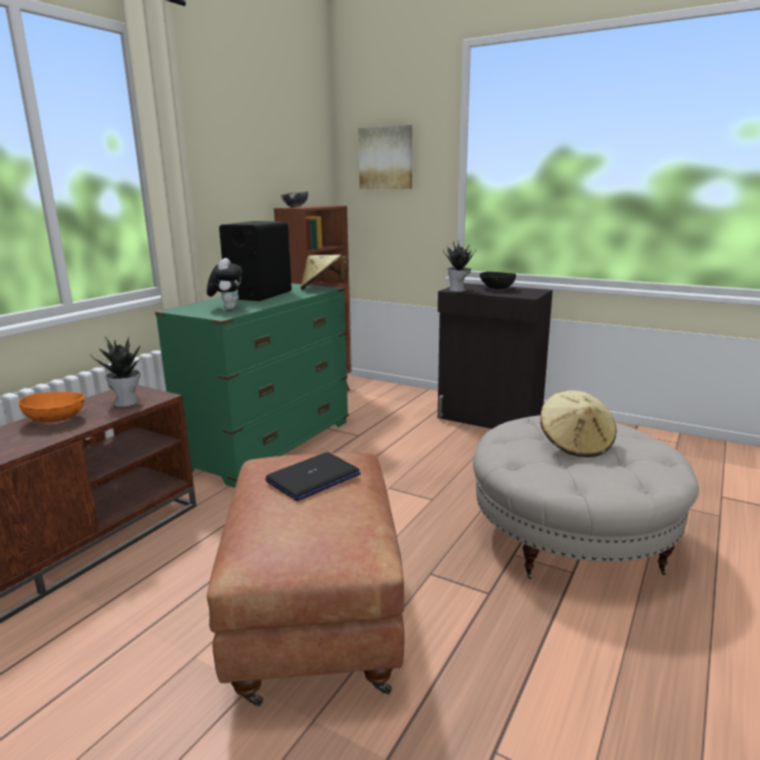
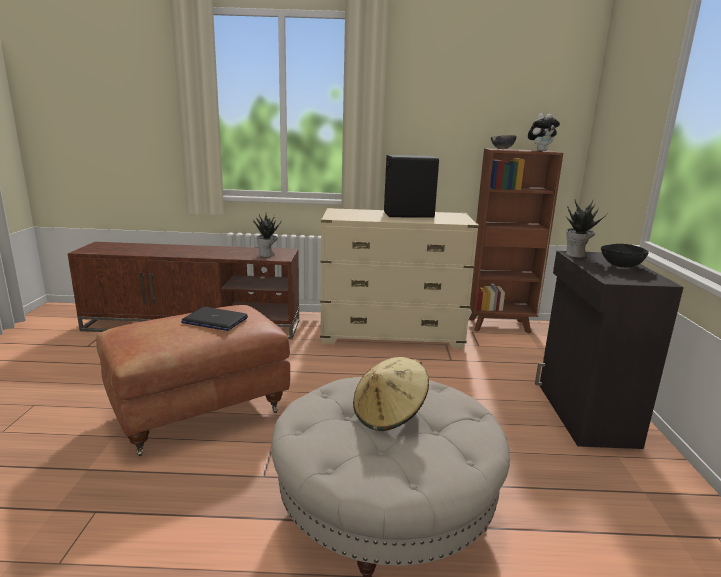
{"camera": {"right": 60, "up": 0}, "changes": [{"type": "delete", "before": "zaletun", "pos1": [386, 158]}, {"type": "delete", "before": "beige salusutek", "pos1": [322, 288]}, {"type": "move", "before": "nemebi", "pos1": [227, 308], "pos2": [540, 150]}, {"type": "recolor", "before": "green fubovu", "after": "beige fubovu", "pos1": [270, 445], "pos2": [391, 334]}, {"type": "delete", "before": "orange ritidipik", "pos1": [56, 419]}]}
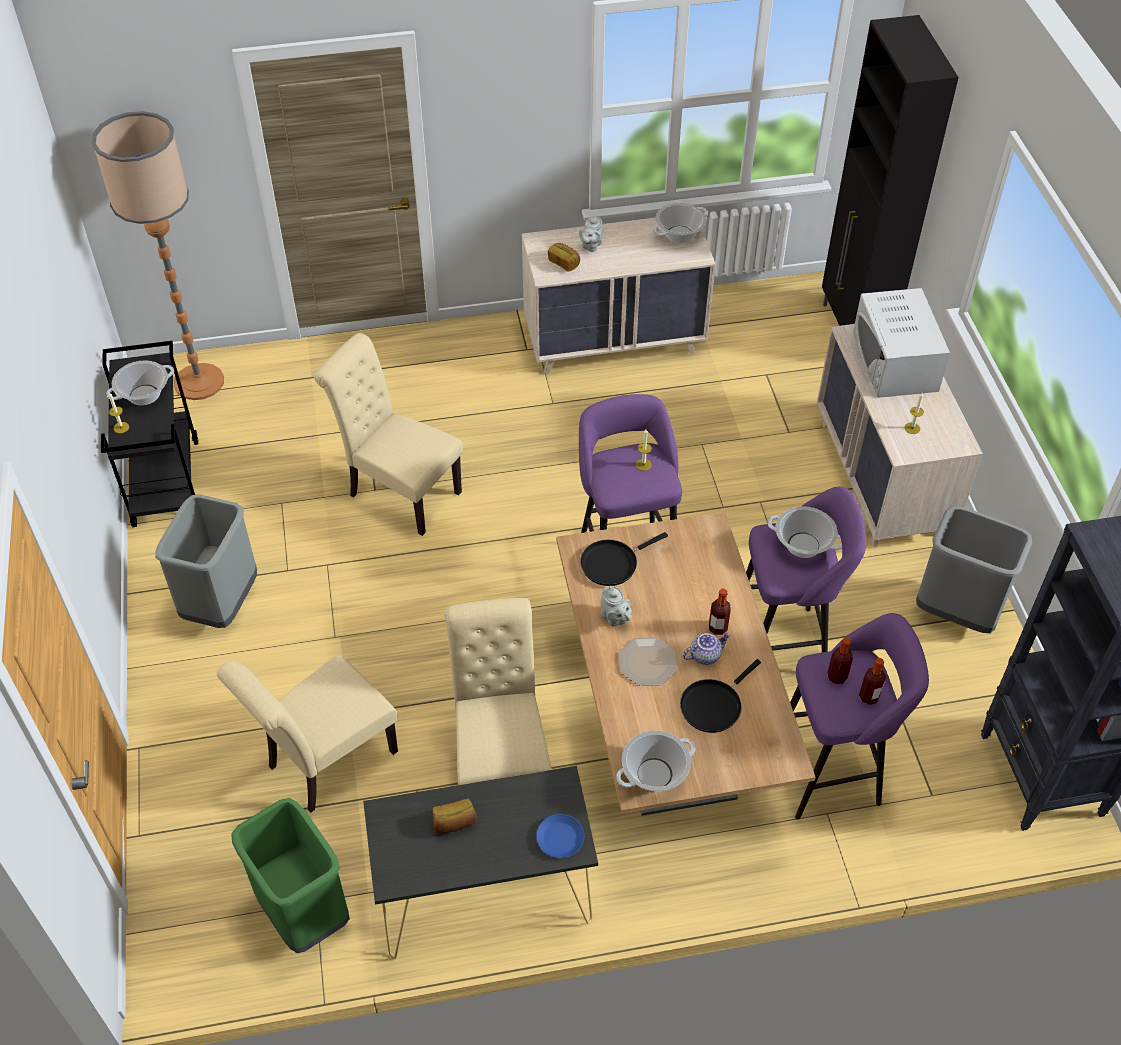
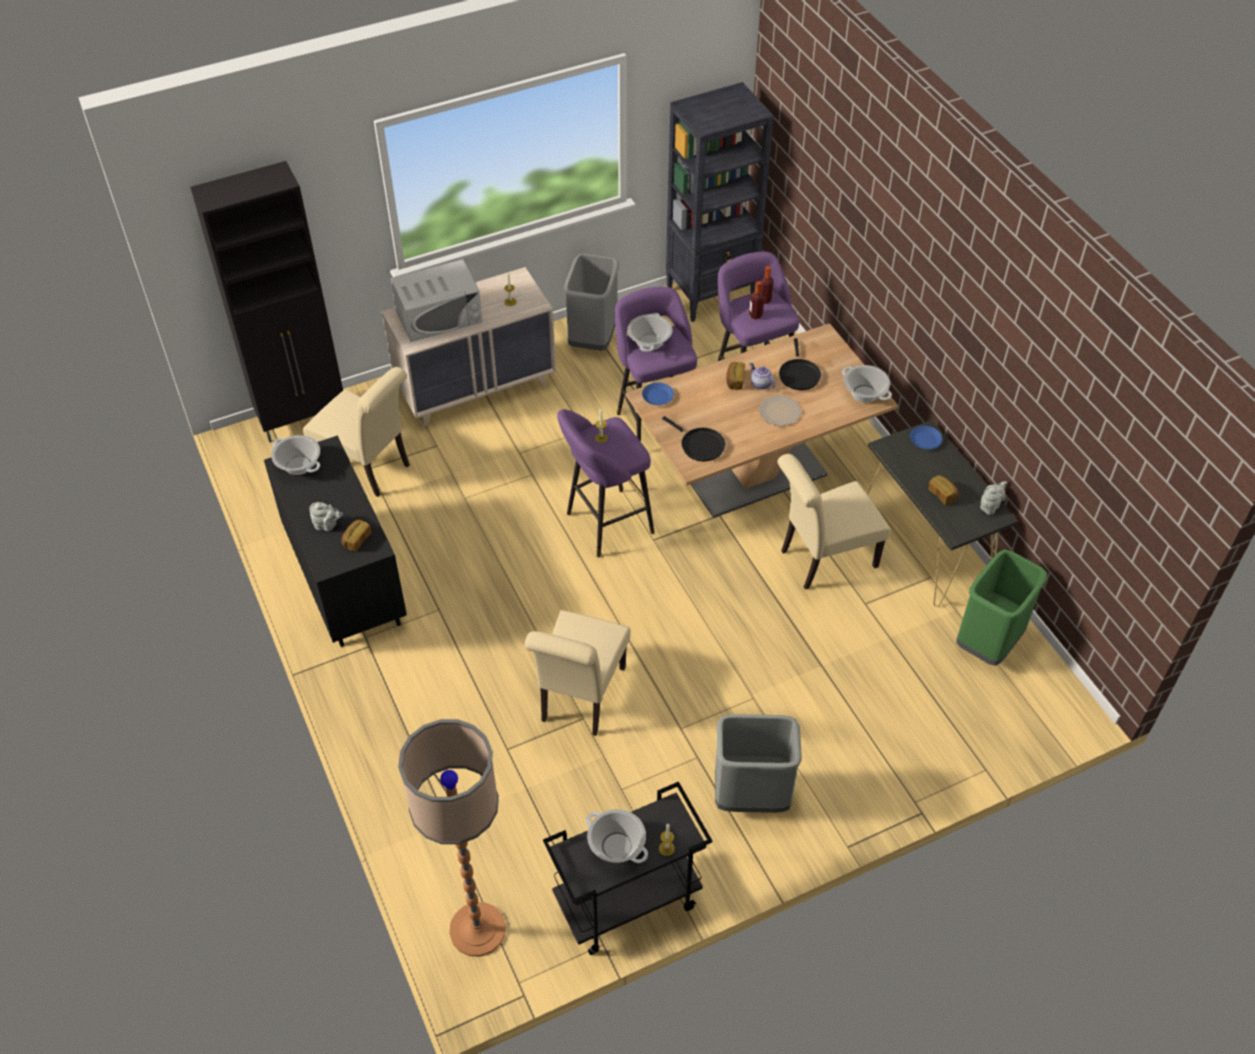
{"camera": {"right": -105, "up": 0}, "changes": [{"type": "recolor", "before": "beige fubovu", "after": "black fubovu", "pos1": [614, 341], "pos2": [345, 580]}, {"type": "move", "before": "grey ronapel", "pos1": [615, 618], "pos2": [990, 506]}, {"type": "replace", "before": "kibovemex", "after": "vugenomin", "pos1": [718, 628], "pos2": [734, 381]}, {"type": "move", "before": "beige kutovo", "pos1": [325, 762], "pos2": [369, 468]}, {"type": "rotate", "before": "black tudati", "pos1": [713, 705], "pos2": [799, 374], "turn": 60}, {"type": "insert", "after": "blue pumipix", "pos2": [658, 397]}]}
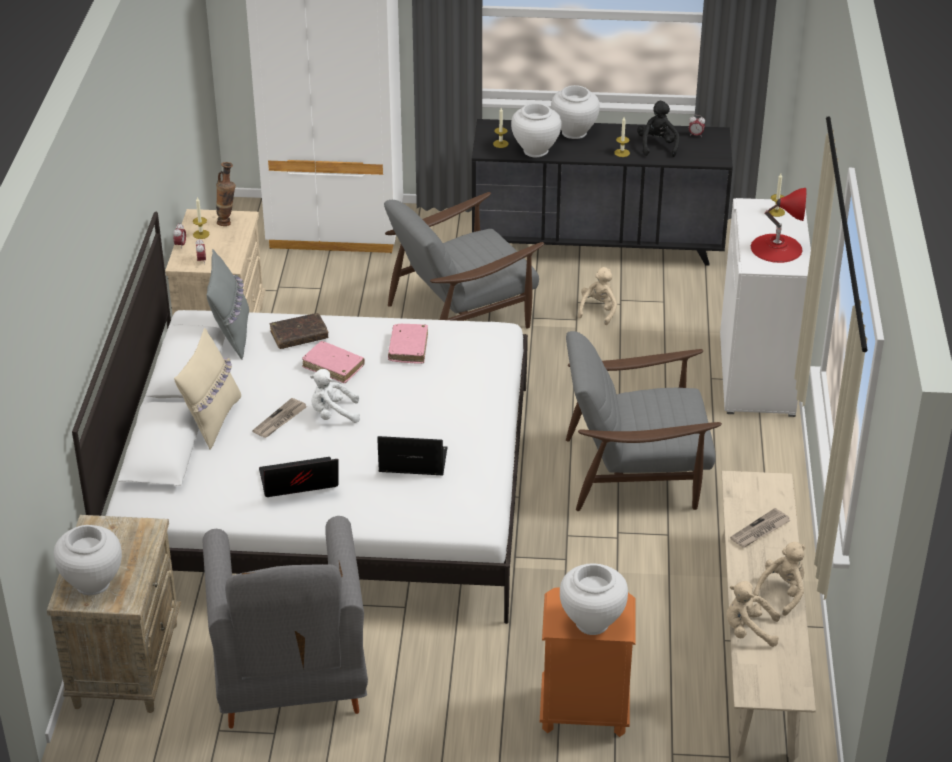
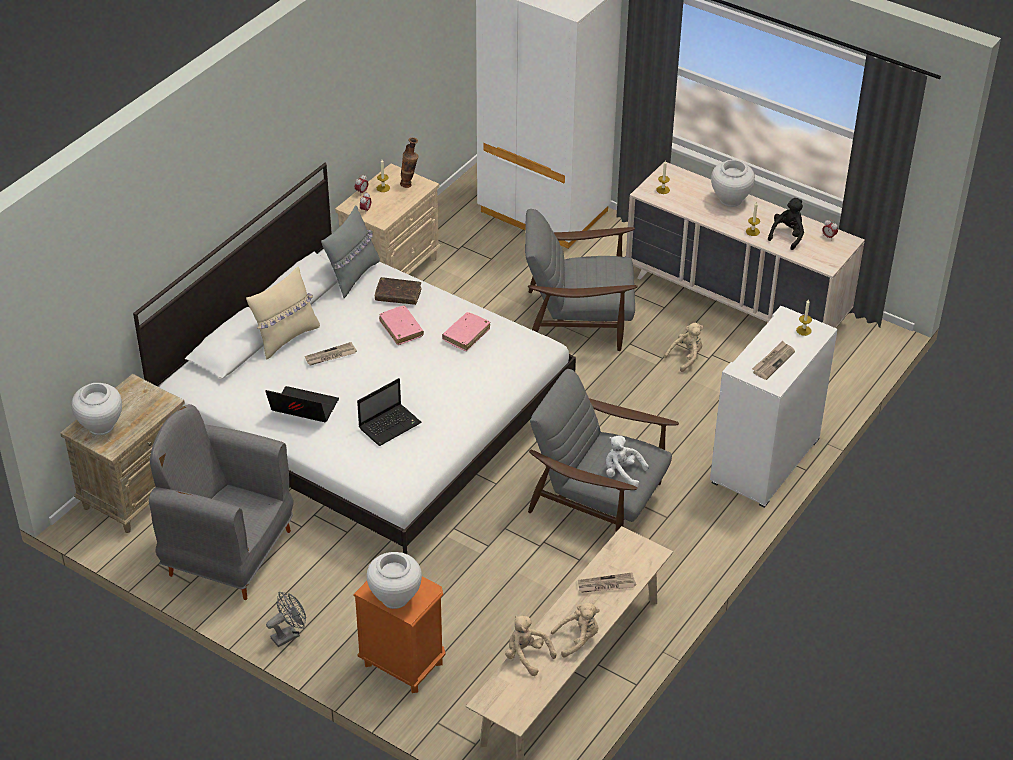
{"camera": {"right": 30, "up": 5}, "changes": [{"type": "delete", "before": "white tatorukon", "pos1": [535, 151]}, {"type": "recolor", "before": "black fubovu", "after": "beige fubovu", "pos1": [598, 243], "pos2": [736, 299]}, {"type": "replace", "before": "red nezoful", "after": "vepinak", "pos1": [776, 248], "pos2": [773, 361]}, {"type": "move", "before": "white nemebi", "pos1": [333, 414], "pos2": [622, 473]}, {"type": "rotate", "before": "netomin", "pos1": [411, 462], "pos2": [390, 425], "turn": 105}, {"type": "rotate", "before": "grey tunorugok", "pos1": [290, 683], "pos2": [228, 552], "turn": 90}, {"type": "insert", "after": "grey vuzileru", "pos2": [289, 635]}]}
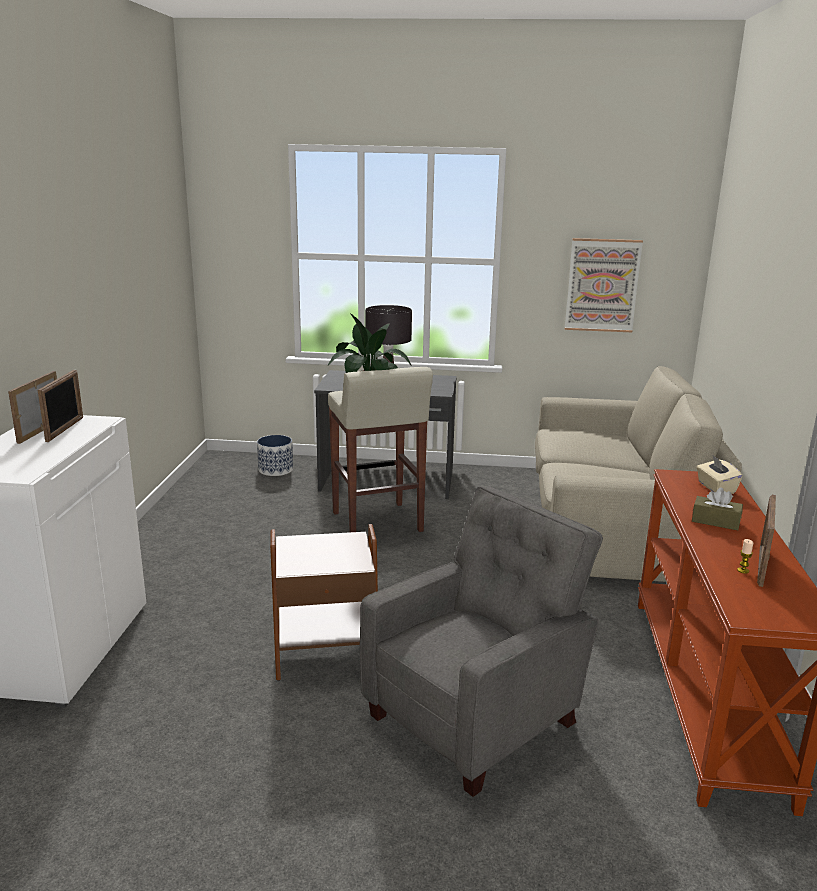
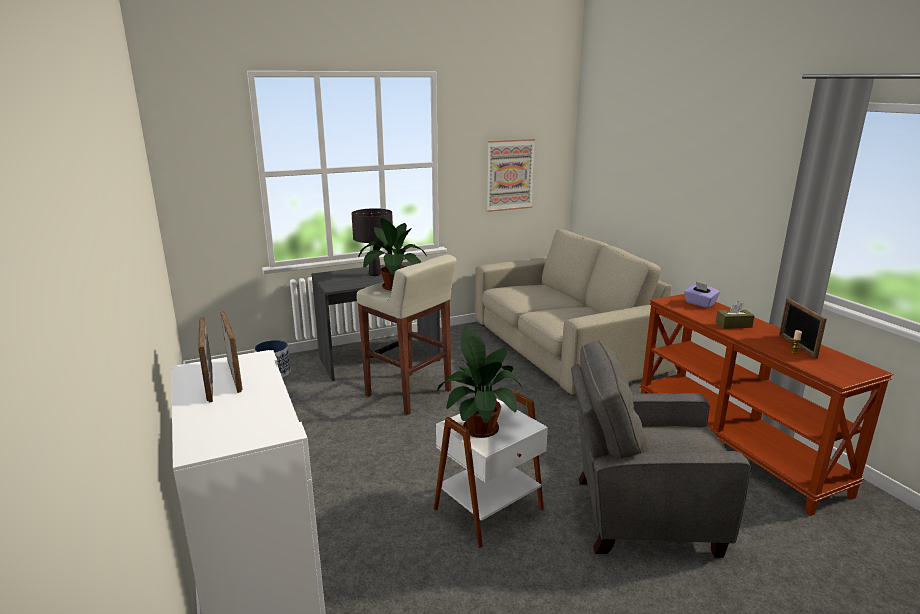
{"camera": {"right": -30, "up": 0}, "changes": [{"type": "recolor", "before": "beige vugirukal", "after": "purple vugirukal", "pos1": [715, 488], "pos2": [699, 304]}, {"type": "rotate", "before": "grey tunorugok", "pos1": [476, 717], "pos2": [640, 514], "turn": -105}, {"type": "recolor", "before": "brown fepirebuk", "after": "white fepirebuk", "pos1": [326, 653], "pos2": [490, 510]}, {"type": "insert", "after": "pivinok", "pos2": [480, 426]}]}
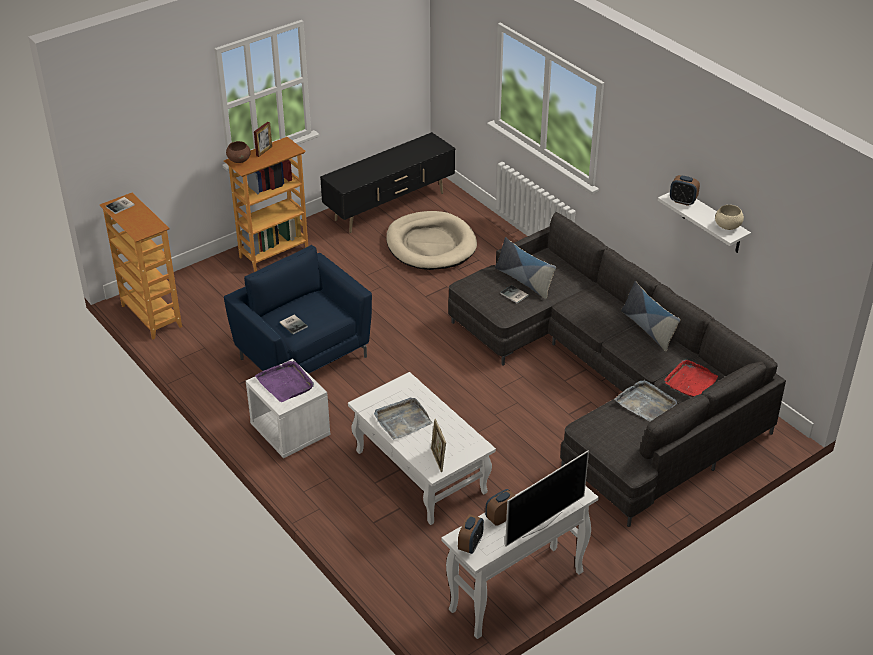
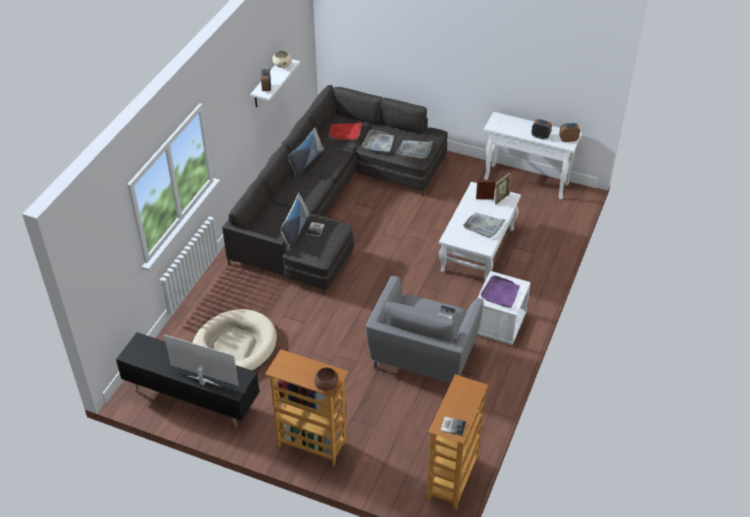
{"camera": {"right": -120, "up": 5}, "changes": [{"type": "move", "before": "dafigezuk", "pos1": [264, 151], "pos2": [484, 198]}, {"type": "recolor", "before": "blue tunorugok", "after": "grey tunorugok", "pos1": [302, 356], "pos2": [422, 357]}, {"type": "move", "before": "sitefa", "pos1": [541, 524], "pos2": [203, 382]}, {"type": "insert", "after": "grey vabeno", "pos2": [415, 150]}]}
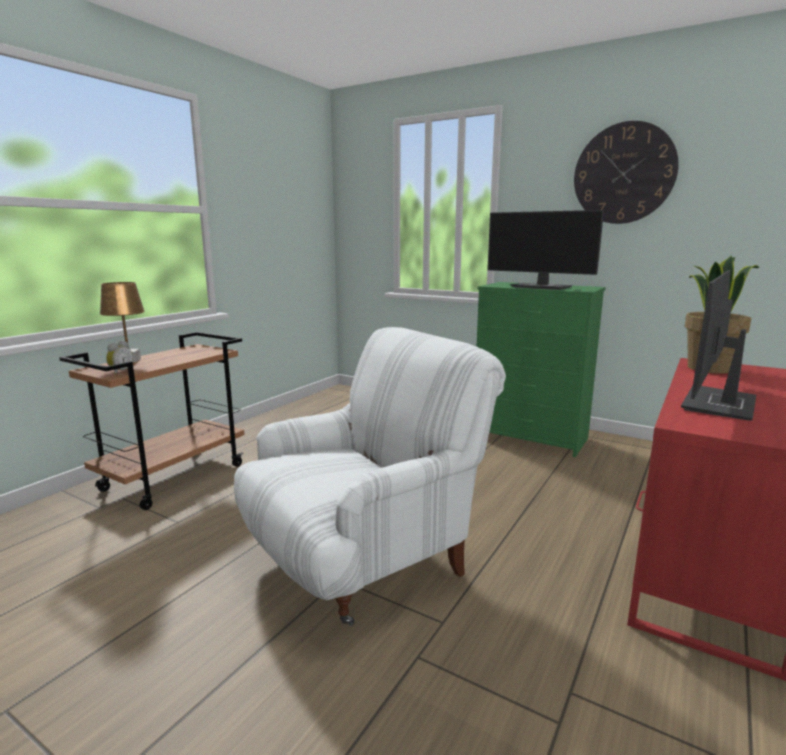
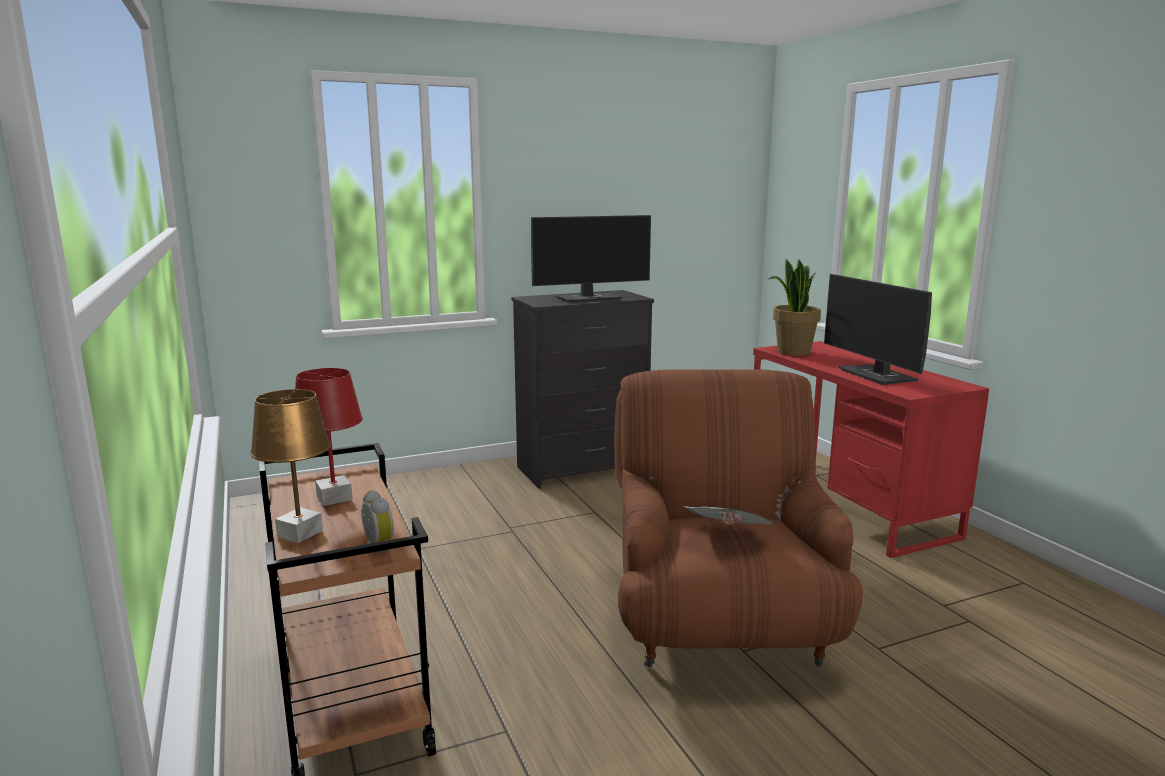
{"camera": {"right": -55, "up": 0}, "changes": [{"type": "delete", "before": "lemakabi", "pos1": [624, 173]}, {"type": "recolor", "before": "green fubovu", "after": "black fubovu", "pos1": [530, 437], "pos2": [583, 469]}, {"type": "recolor", "before": "white tunorugok", "after": "brown tunorugok", "pos1": [363, 558], "pos2": [719, 626]}, {"type": "insert", "after": "red nezoful", "pos2": [334, 498]}, {"type": "insert", "after": "vepinak", "pos2": [728, 538]}]}
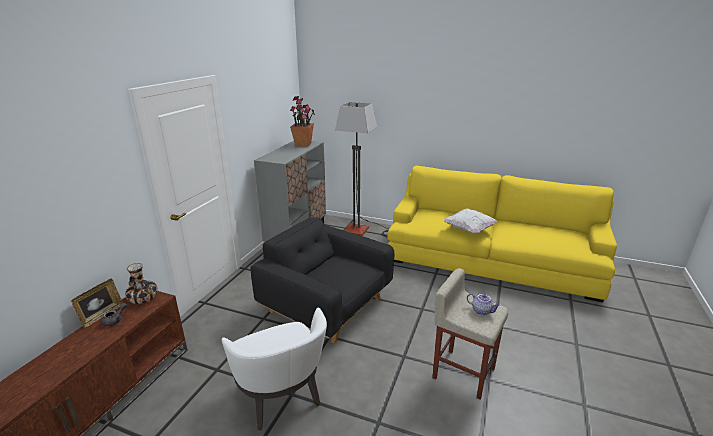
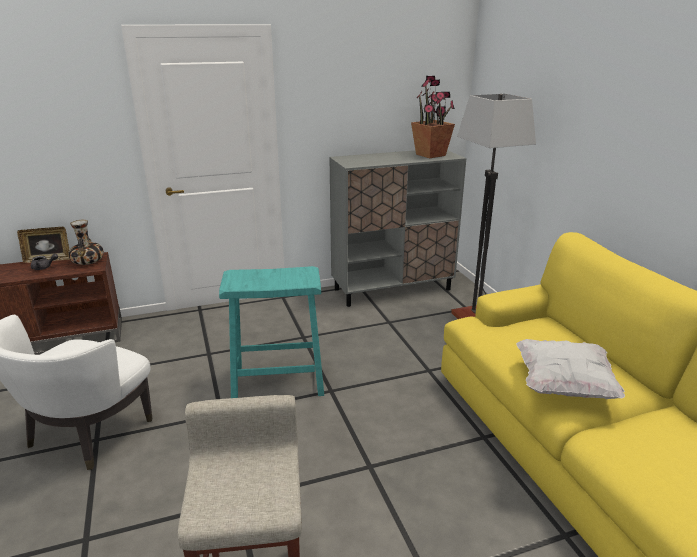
{"camera": {"right": 50, "up": 0}, "changes": [{"type": "replace", "before": "black tunorugok", "after": "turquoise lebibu", "pos1": [326, 305], "pos2": [279, 381]}, {"type": "delete", "before": "ronapel", "pos1": [482, 310]}]}
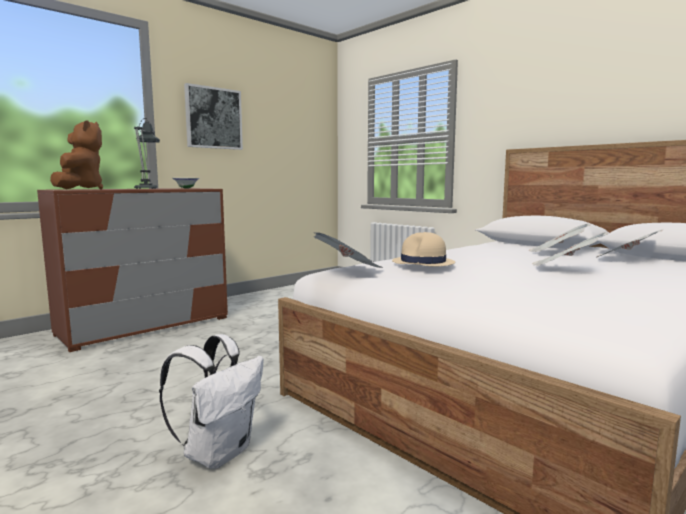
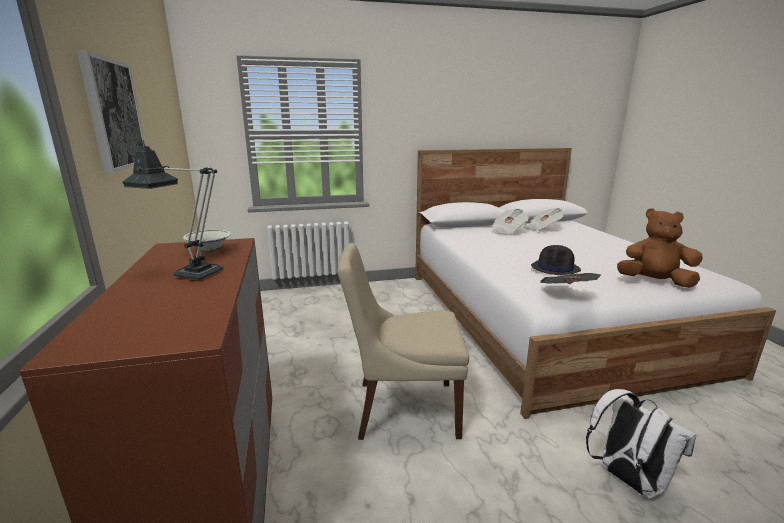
{"camera": {"right": -60, "up": 10}, "changes": [{"type": "move", "before": "brown nemebi", "pos1": [79, 189], "pos2": [654, 282]}, {"type": "recolor", "before": "beige salusutek", "after": "black salusutek", "pos1": [423, 263], "pos2": [555, 268]}, {"type": "delete", "before": "vepinak", "pos1": [565, 268]}, {"type": "insert", "after": "beige kutovo", "pos2": [402, 409]}]}
